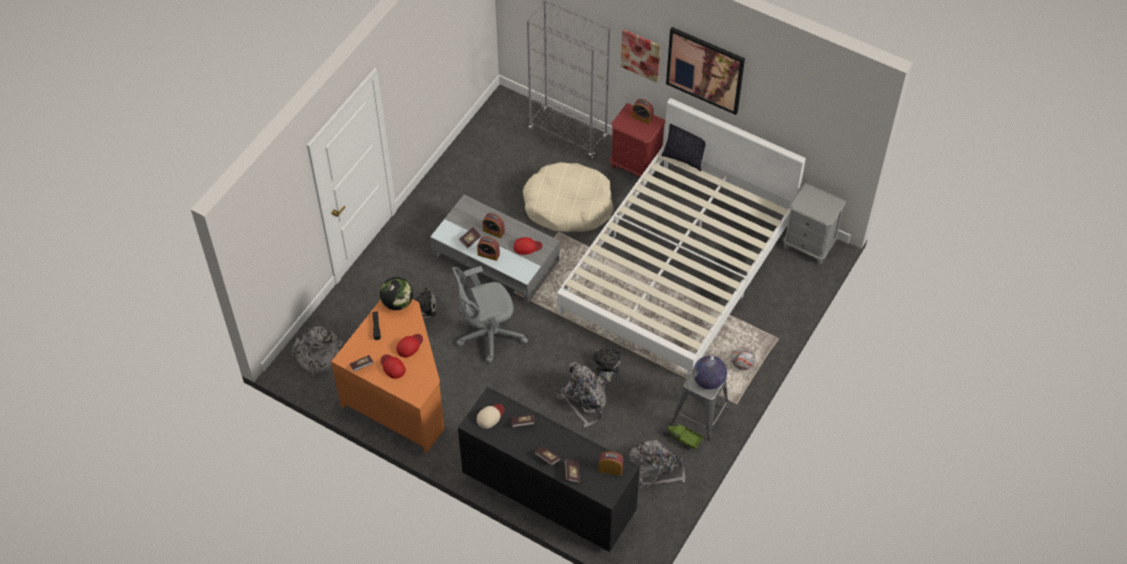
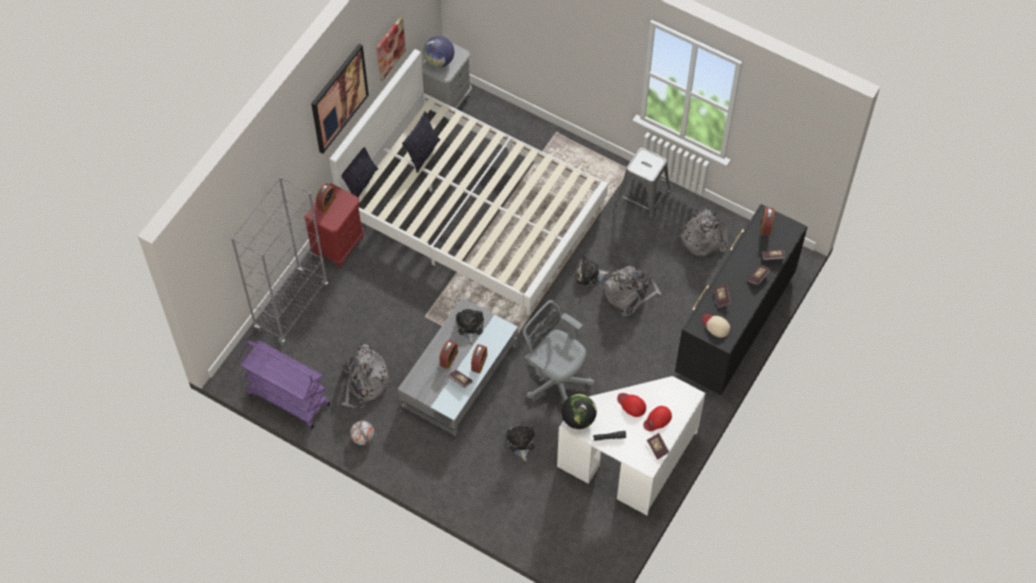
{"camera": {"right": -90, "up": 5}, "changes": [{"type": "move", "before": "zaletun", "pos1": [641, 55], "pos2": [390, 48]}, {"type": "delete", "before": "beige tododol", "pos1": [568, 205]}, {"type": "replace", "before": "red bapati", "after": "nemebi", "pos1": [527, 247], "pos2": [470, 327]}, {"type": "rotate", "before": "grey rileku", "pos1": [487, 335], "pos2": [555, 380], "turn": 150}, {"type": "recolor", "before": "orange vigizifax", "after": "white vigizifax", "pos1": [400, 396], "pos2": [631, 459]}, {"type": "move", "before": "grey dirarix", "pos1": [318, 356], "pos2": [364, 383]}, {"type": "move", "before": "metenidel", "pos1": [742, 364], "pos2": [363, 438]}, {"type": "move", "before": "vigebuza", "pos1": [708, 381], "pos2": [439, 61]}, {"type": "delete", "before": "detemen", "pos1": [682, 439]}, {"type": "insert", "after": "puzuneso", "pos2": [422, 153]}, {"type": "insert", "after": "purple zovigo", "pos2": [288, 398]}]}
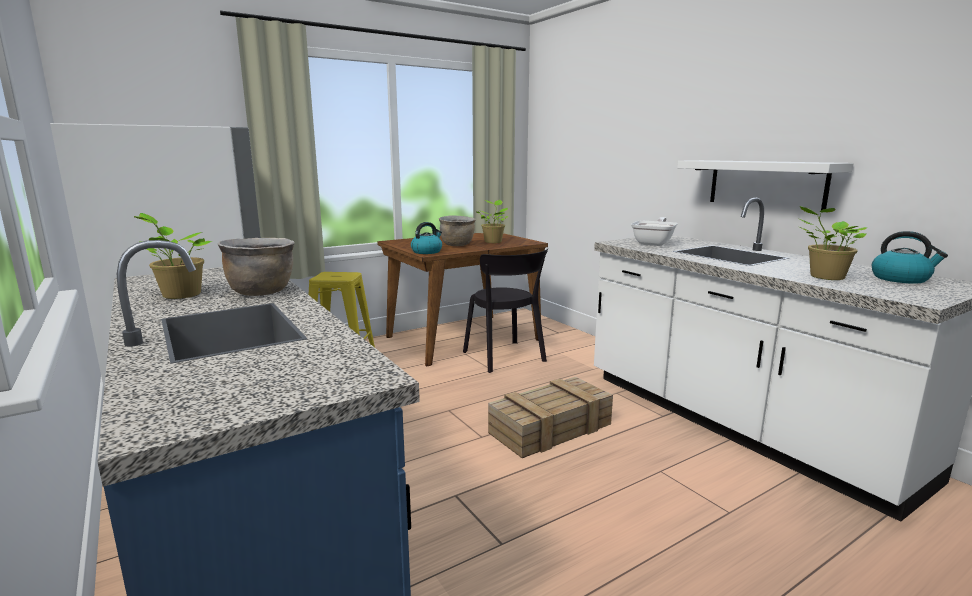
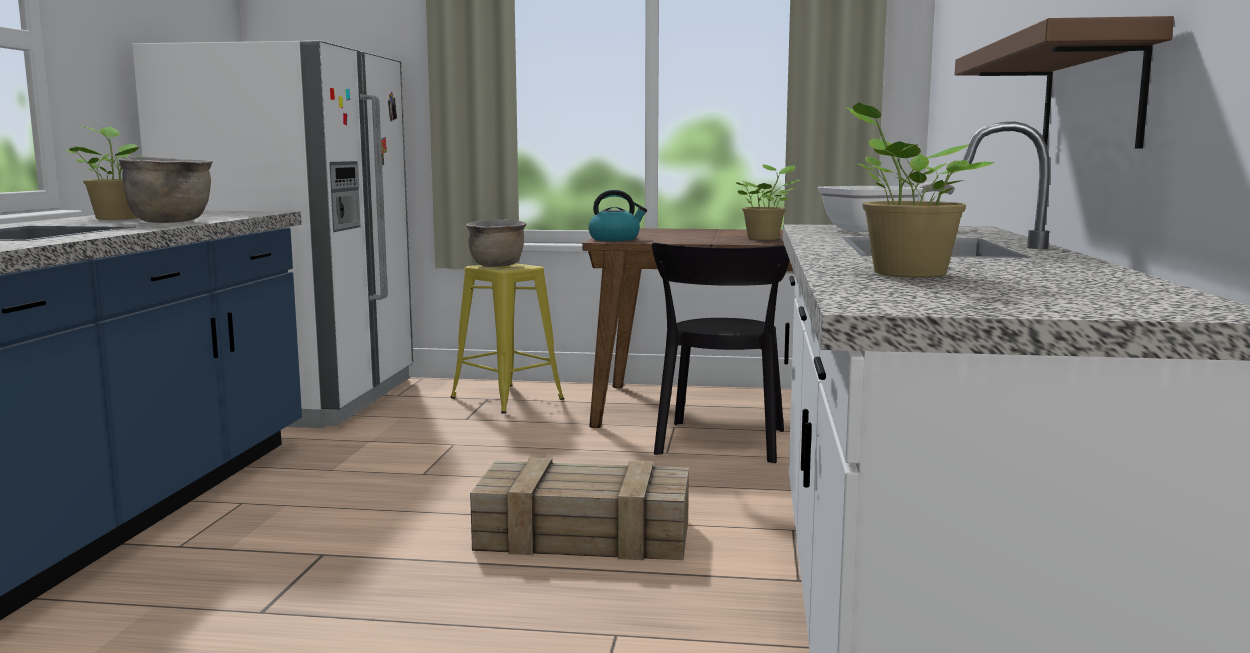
{"camera": {"right": 40, "up": -5}, "changes": [{"type": "recolor", "before": "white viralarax", "after": "brown viralarax", "pos1": [766, 184], "pos2": [1091, 95]}, {"type": "move", "before": "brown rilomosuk", "pos1": [457, 245], "pos2": [497, 266]}, {"type": "delete", "before": "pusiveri", "pos1": [901, 279]}]}
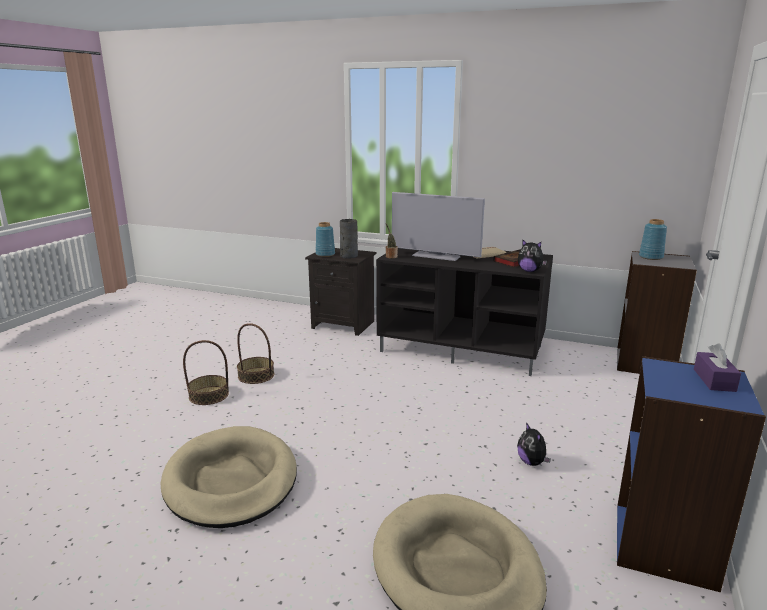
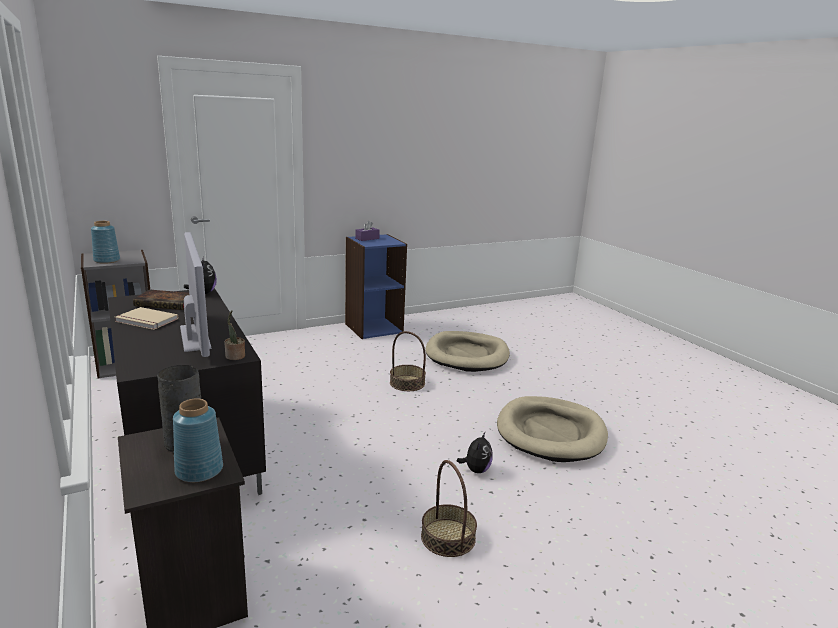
{"camera": {"right": -140, "up": 0}, "changes": [{"type": "move", "before": "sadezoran", "pos1": [209, 395], "pos2": [407, 383]}, {"type": "move", "before": "nemebi", "pos1": [532, 462], "pos2": [476, 470]}]}
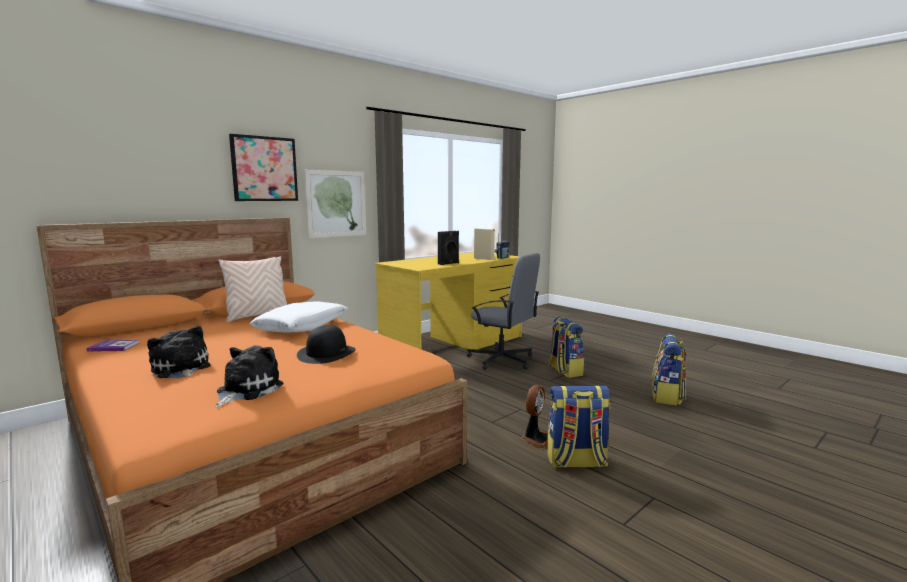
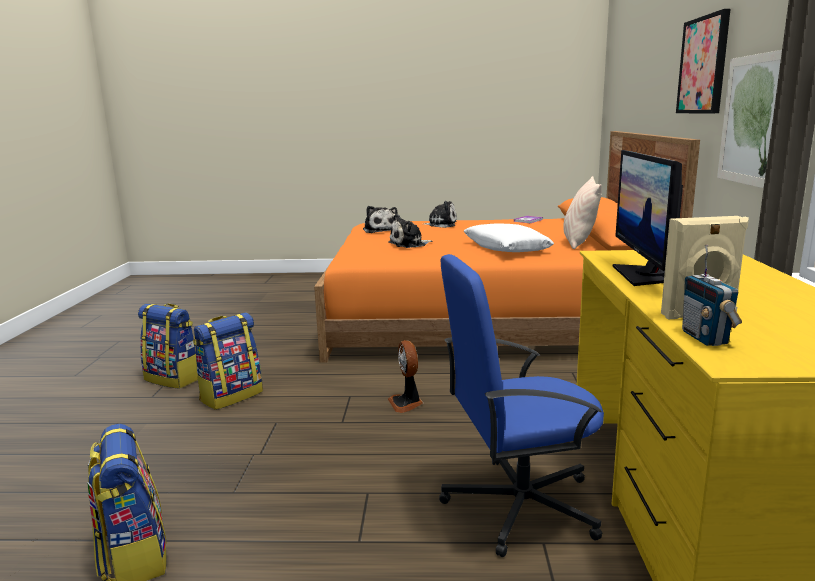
{"camera": {"right": 135, "up": 5}, "changes": [{"type": "replace", "before": "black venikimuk", "after": "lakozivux", "pos1": [449, 263], "pos2": [642, 275]}, {"type": "recolor", "before": "grey rileku", "after": "blue rileku", "pos1": [502, 360], "pos2": [518, 505]}, {"type": "move", "before": "dirarix", "pos1": [564, 371], "pos2": [174, 379]}, {"type": "replace", "before": "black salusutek", "after": "nemebi", "pos1": [326, 353], "pos2": [409, 244]}, {"type": "move", "before": "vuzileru", "pos1": [536, 439], "pos2": [406, 403]}]}
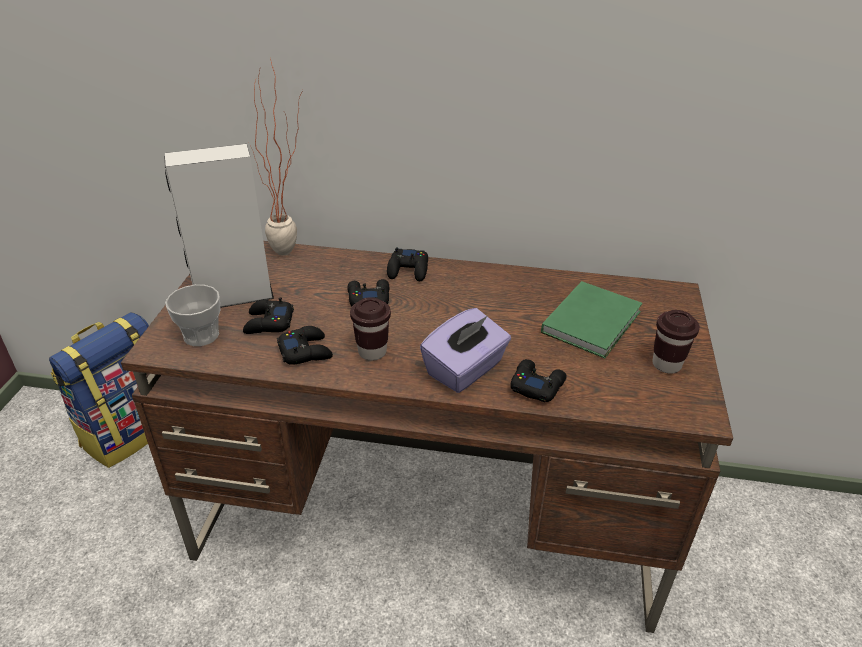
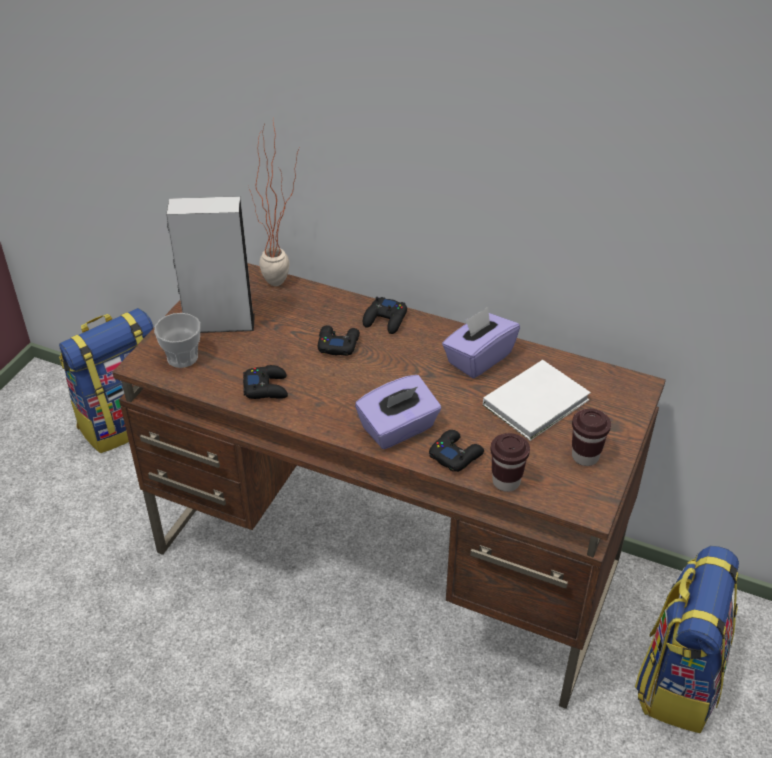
{"camera": {"right": 15, "up": 5}, "changes": [{"type": "recolor", "before": "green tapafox", "after": "white tapafox", "pos1": [594, 321], "pos2": [538, 402]}, {"type": "delete", "before": "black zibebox", "pos1": [268, 323]}, {"type": "move", "before": "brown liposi", "pos1": [372, 352], "pos2": [506, 482]}, {"type": "insert", "after": "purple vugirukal", "pos2": [478, 358]}, {"type": "insert", "after": "dirarix", "pos2": [678, 679]}]}
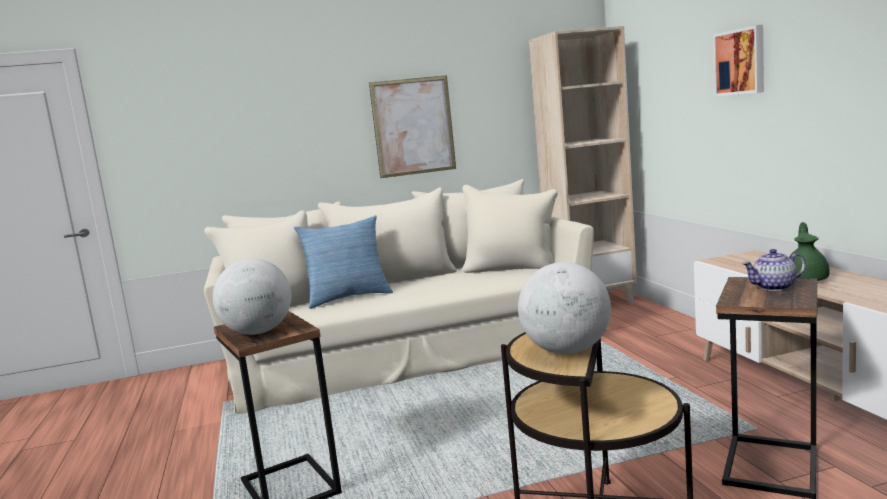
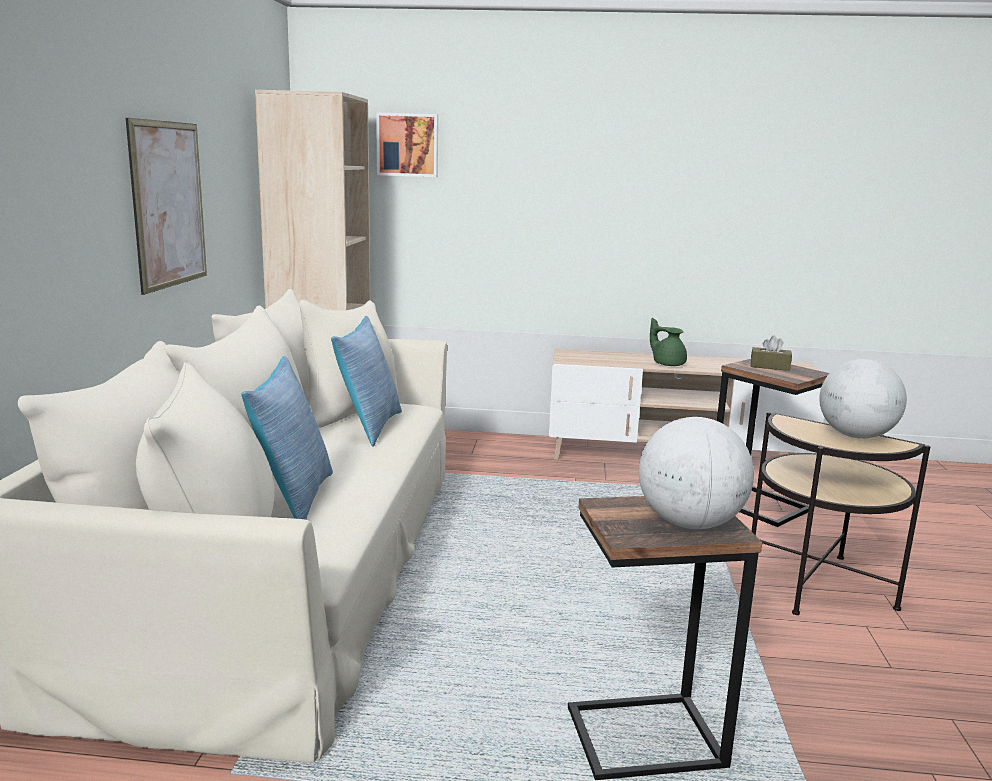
{"camera": {"right": -70, "up": 5}, "changes": [{"type": "move", "before": "zaletun", "pos1": [740, 62], "pos2": [408, 145]}, {"type": "replace", "before": "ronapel", "after": "brown vugirukal", "pos1": [774, 287], "pos2": [769, 366]}, {"type": "insert", "after": "puzuneso", "pos2": [368, 427]}]}
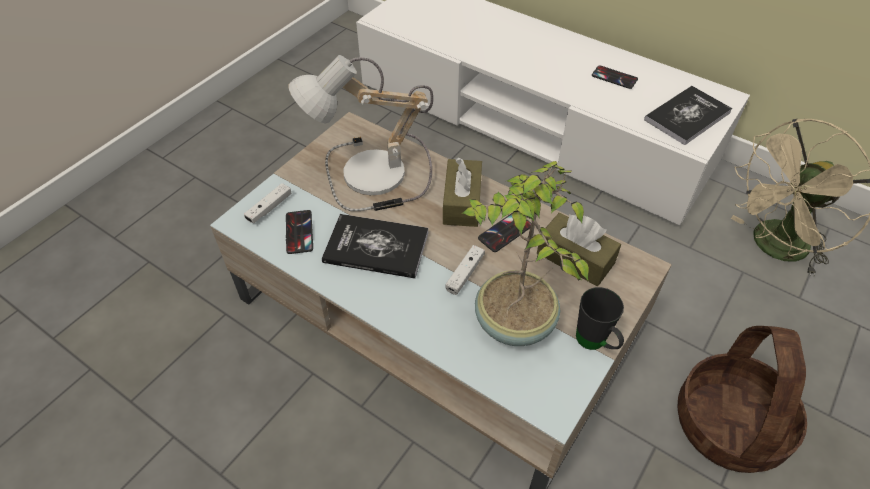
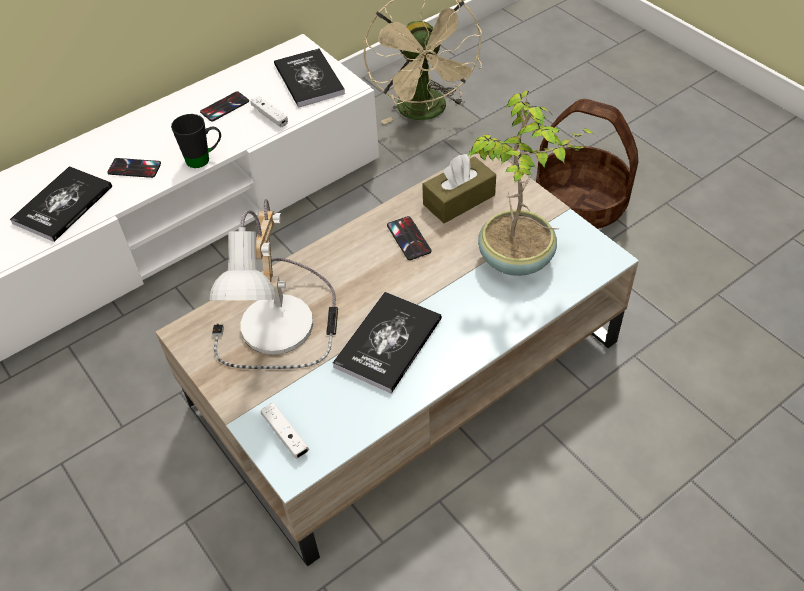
{"camera": {"right": -70, "up": 0}, "changes": [{"type": "delete", "before": "brown vugirukal", "pos1": [462, 202]}, {"type": "move", "before": "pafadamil", "pos1": [299, 232], "pos2": [134, 168]}, {"type": "move", "before": "white zibebox", "pos1": [465, 274], "pos2": [270, 116]}, {"type": "move", "before": "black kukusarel", "pos1": [595, 343], "pos2": [204, 159]}, {"type": "insert", "after": "tapafox", "pos2": [63, 205]}]}
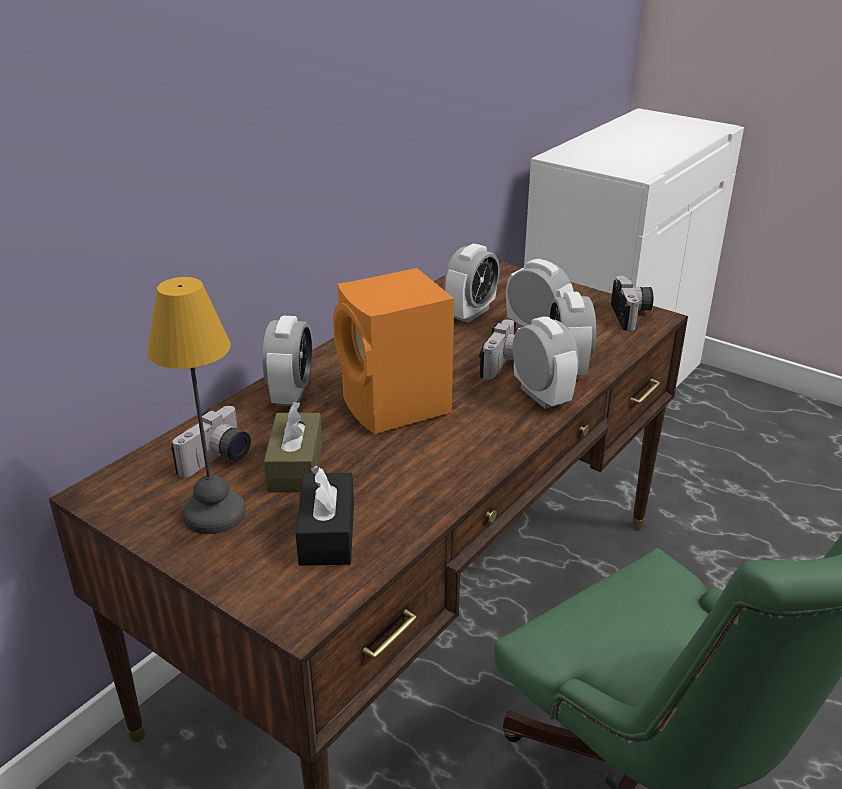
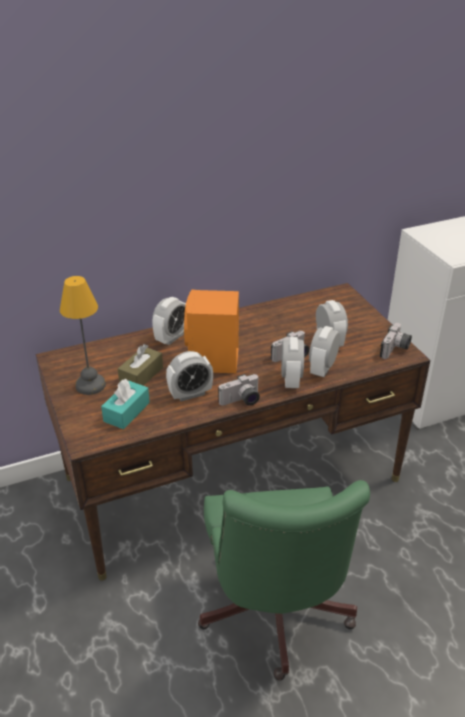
{"camera": {"right": 30, "up": 5}, "changes": [{"type": "move", "before": "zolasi", "pos1": [471, 313], "pos2": [190, 394]}, {"type": "move", "before": "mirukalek", "pos1": [218, 460], "pos2": [241, 401]}, {"type": "recolor", "before": "black vugirukal", "after": "turquoise vugirukal", "pos1": [327, 533], "pos2": [126, 412]}]}
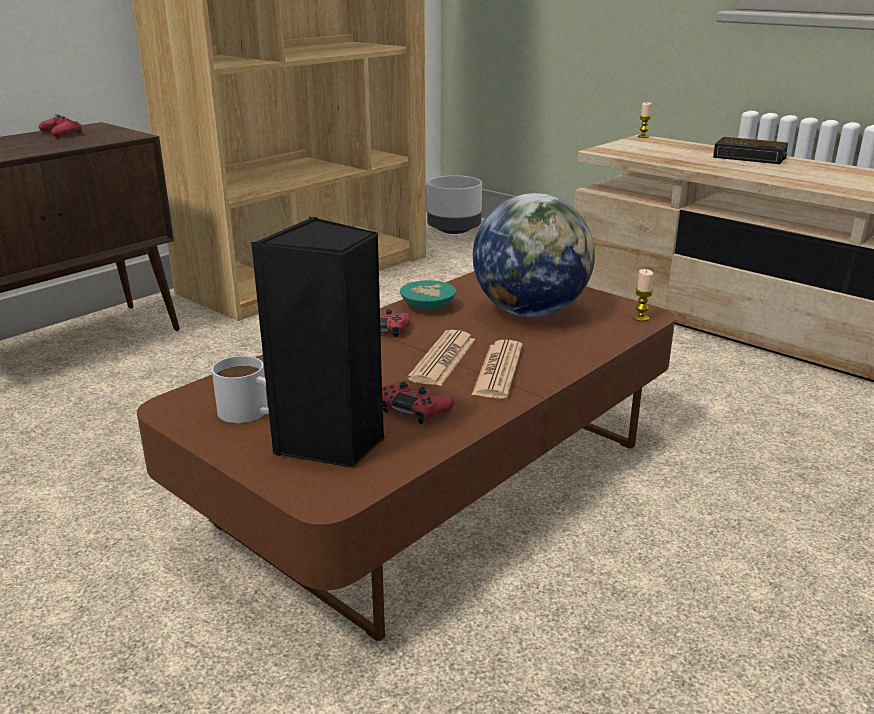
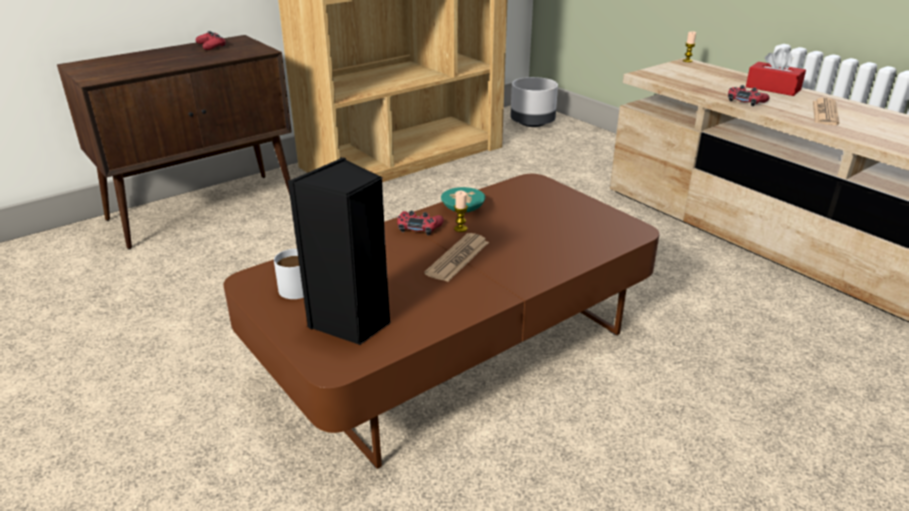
{"camera": {"right": 10, "up": 5}, "changes": [{"type": "replace", "before": "zolasi", "after": "red vugirukal", "pos1": [751, 157], "pos2": [773, 88]}, {"type": "delete", "before": "vigebuza", "pos1": [530, 312]}, {"type": "move", "before": "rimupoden", "pos1": [640, 318], "pos2": [460, 228]}, {"type": "move", "before": "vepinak", "pos1": [498, 370], "pos2": [825, 113]}, {"type": "move", "before": "red zibebox", "pos1": [414, 409], "pos2": [745, 101]}]}
